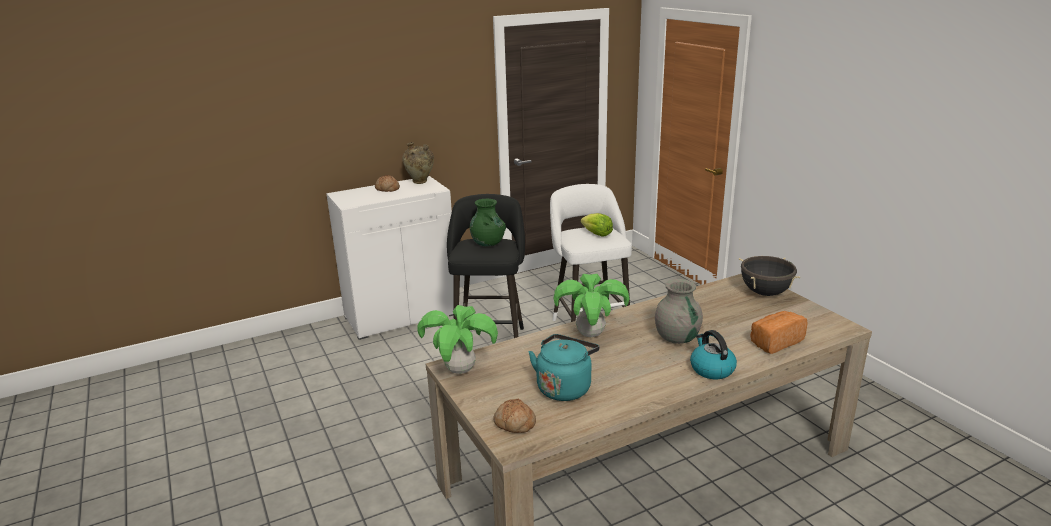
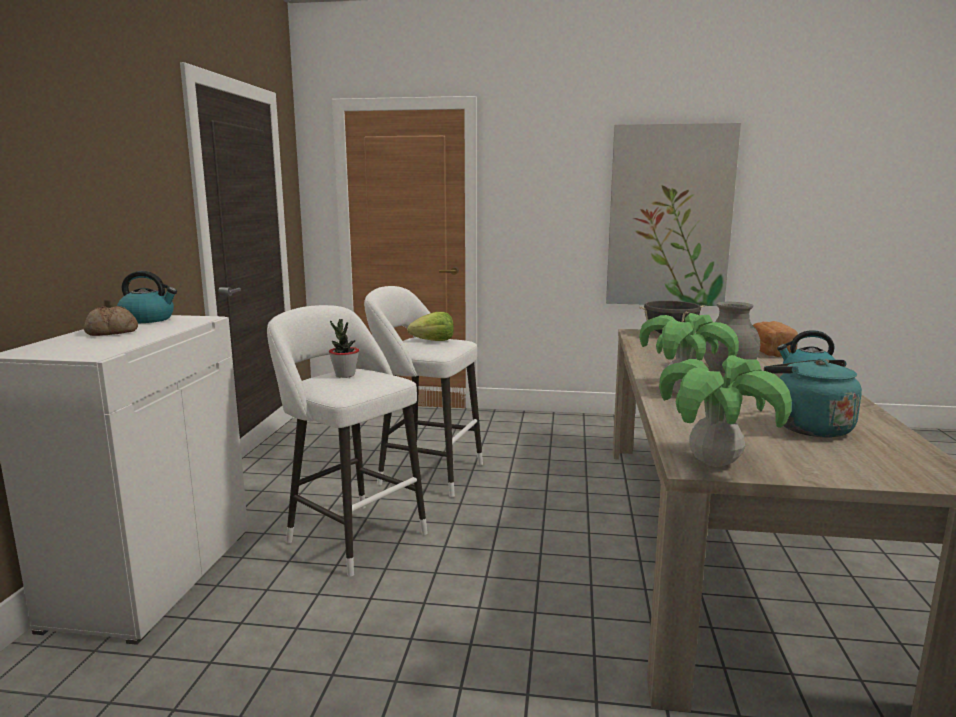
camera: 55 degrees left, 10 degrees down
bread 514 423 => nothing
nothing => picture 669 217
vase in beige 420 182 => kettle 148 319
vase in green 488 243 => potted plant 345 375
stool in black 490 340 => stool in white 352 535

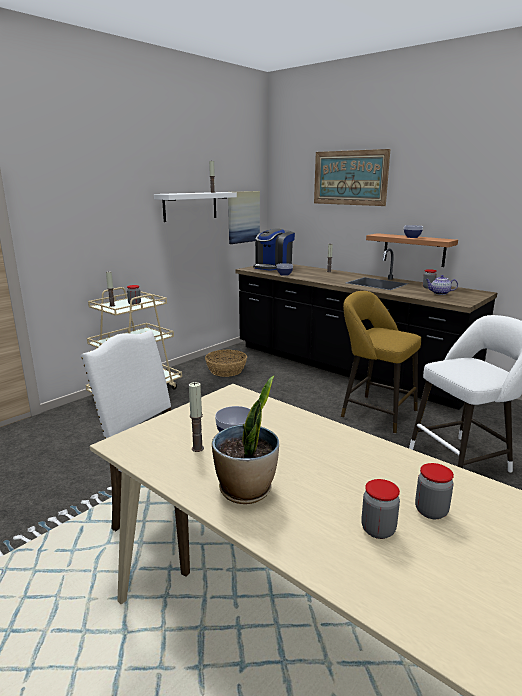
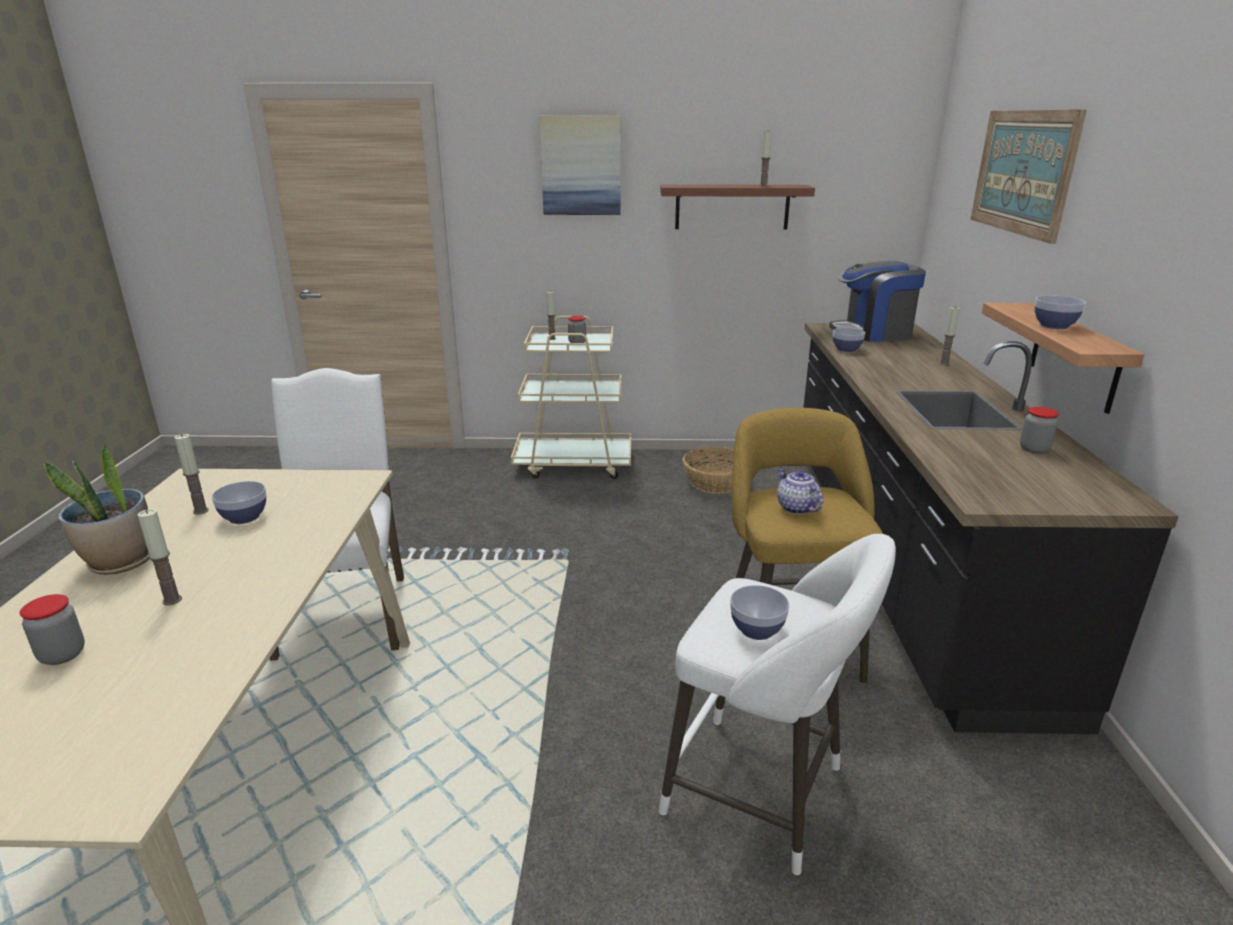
camera: 50 degrees right, 5 degrees up
jar 431 511 => nothing
nothing => candle 172 600
nothing => bowl 756 629
picture 243 217 => picture 581 166, shifted
teapot 439 293 => teapot 795 507, shifted
shelf in white 190 206 => shelf in brown 732 207

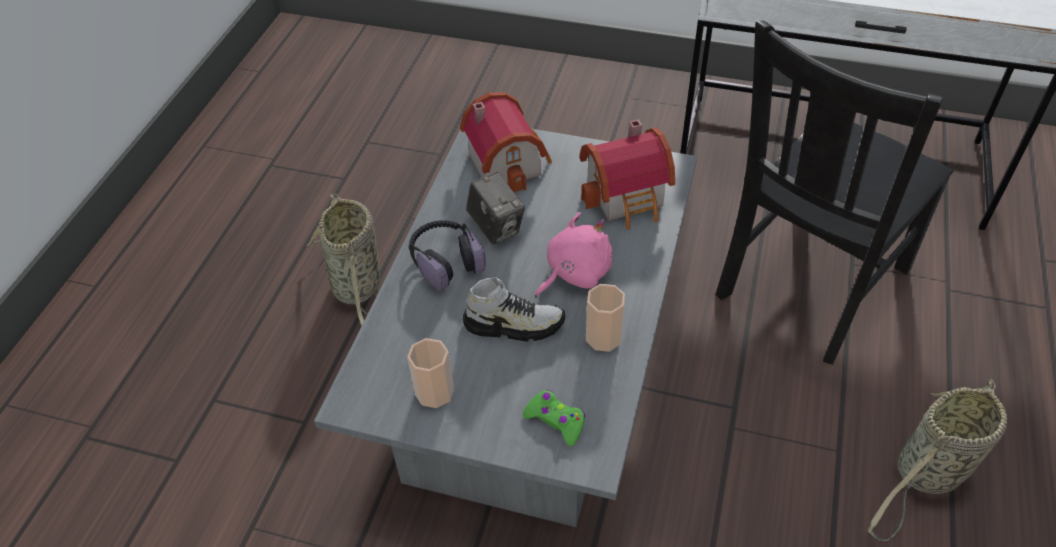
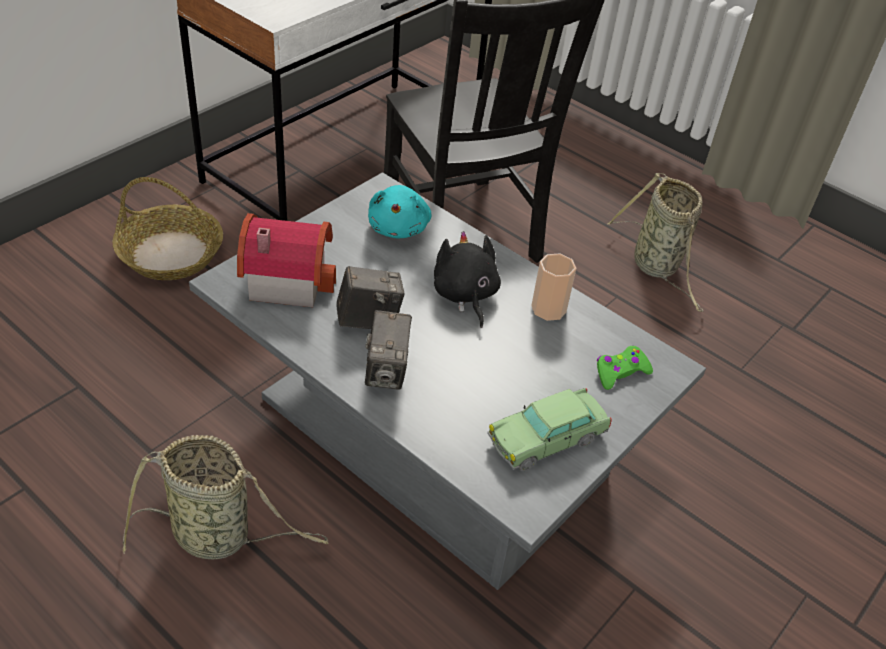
camera: 70 degrees left, 5 degrees down
shoe 514 325 => nothing
nothing => basket 172 254
cup 434 392 => toy car 546 439
headphones 446 261 => photo camera 387 371
toy house 628 197 => plush toy in turquoise 399 227
plush toy in pink 574 273 => plush toy in black 465 295

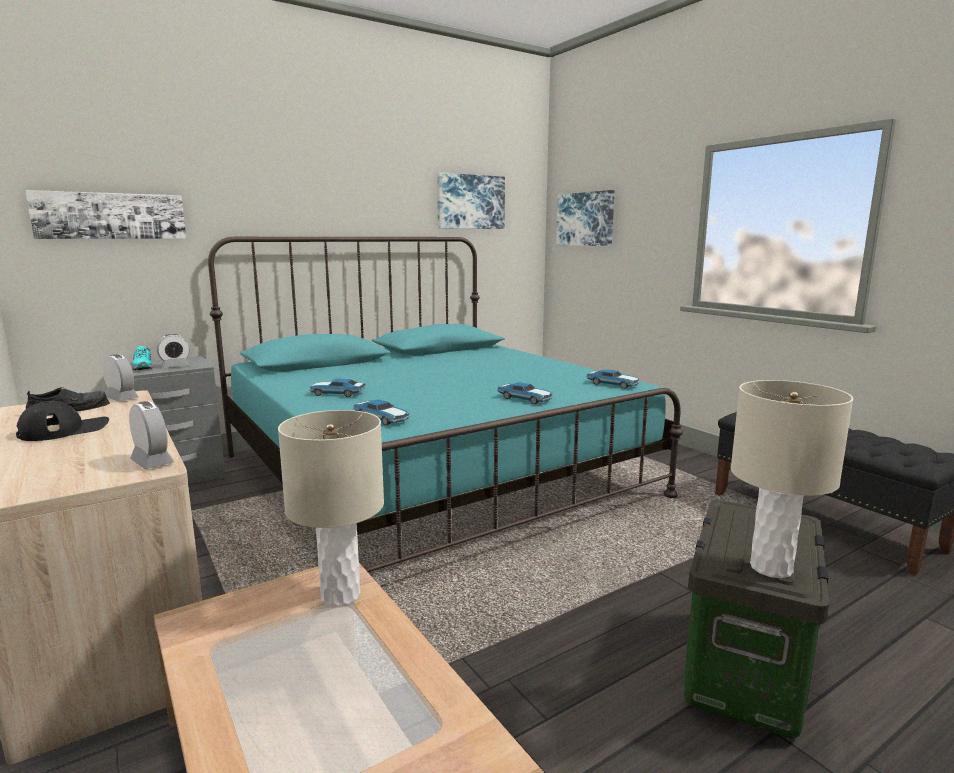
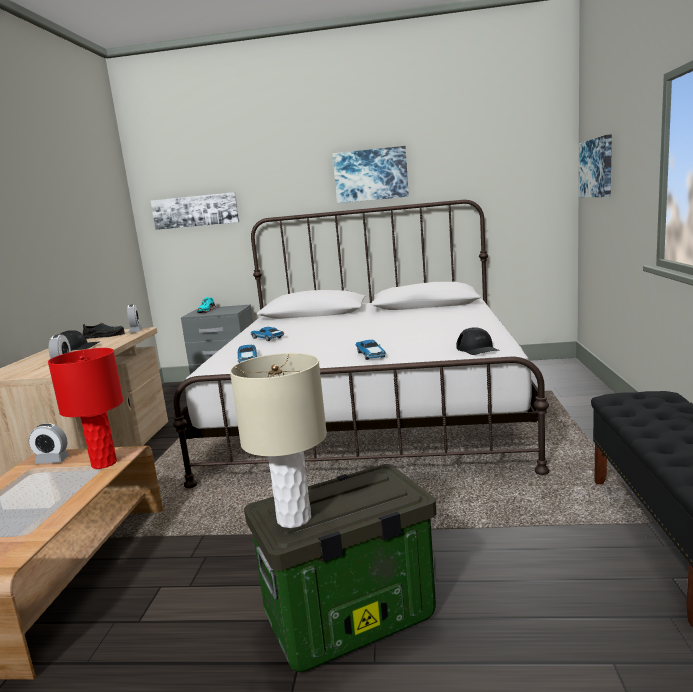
camera: 40 degrees right, 0 degrees up
alarm clock 175 366 => alarm clock 52 460, shifted
picture 470 202 => picture 370 175, shifted
toy car 613 384 => cap in black 477 349
bed in turquoise 431 475 => bed in white 370 413
table lamp in beige 340 596 => table lamp in red 103 463

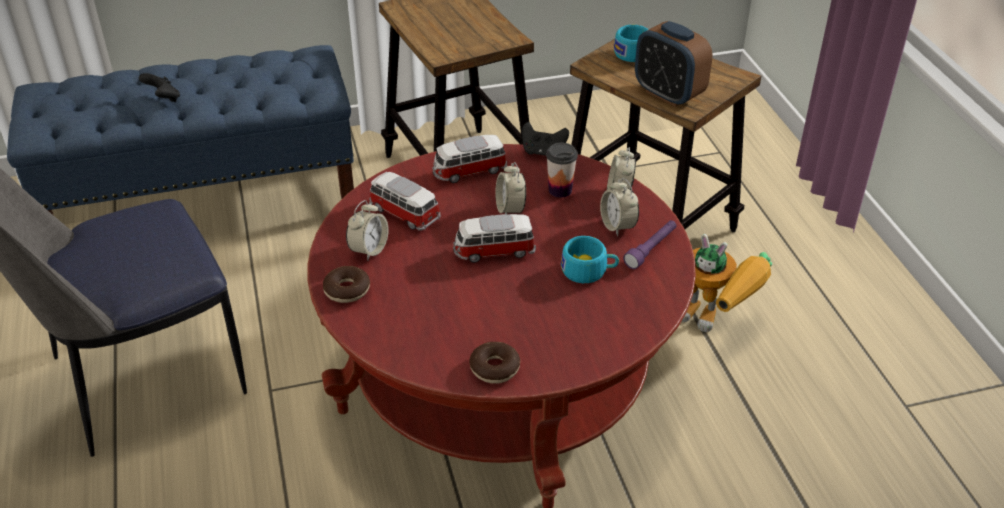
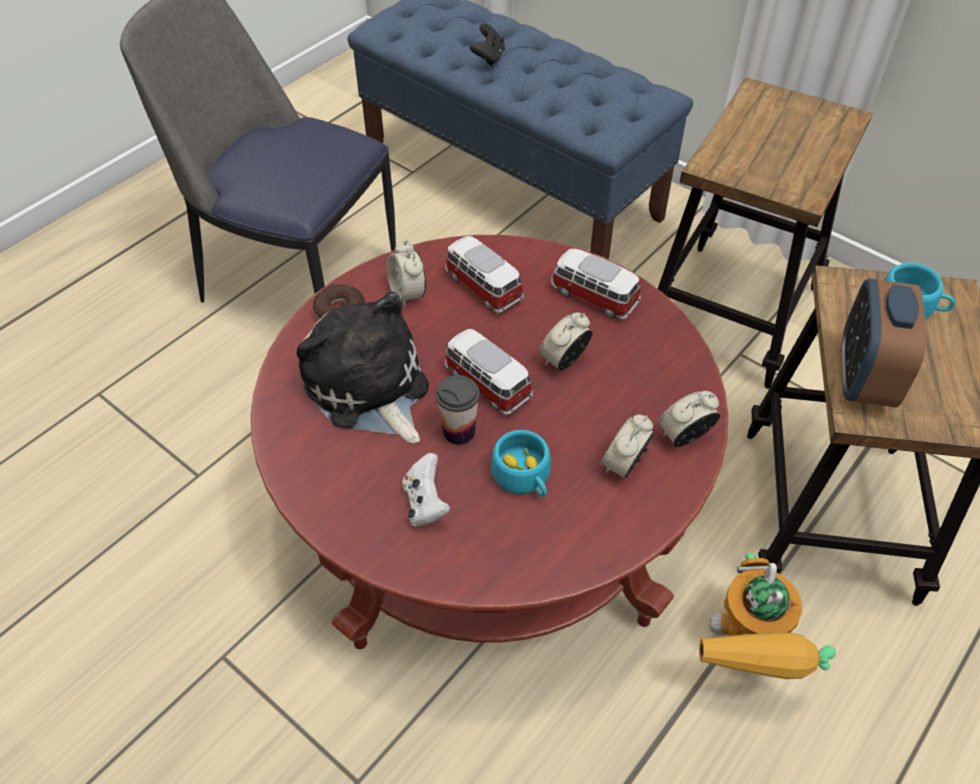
camera: 55 degrees right, 10 degrees up
donut 494 368 => nothing
game controller in black 543 152 => nothing
flashlight in purple 651 249 => nothing
nothing => plush toy 368 389
nothing => game controller in white 425 503
cup 560 190 => cup 459 432, shifted
alarm clock 369 250 => alarm clock 407 294, 75 degrees clockwise
toy car 403 213 => toy car 482 287, 45 degrees counterclockwise

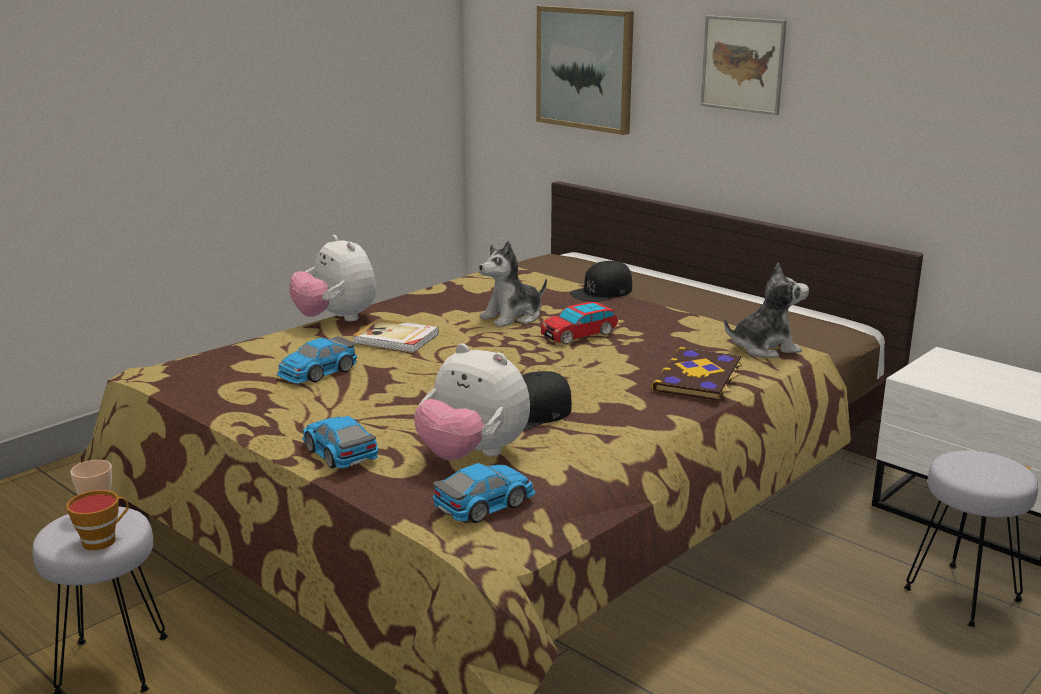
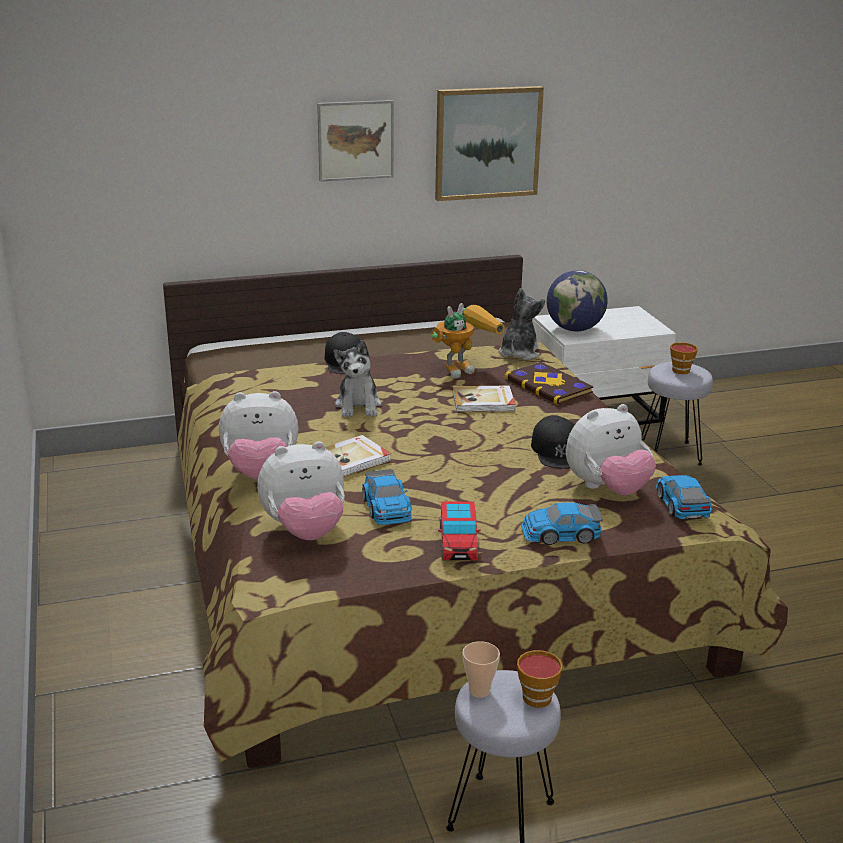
camera: 60 degrees left, 5 degrees up
nothing => plush toy 305 531
nothing => toy robot 464 368
nothing => book 484 402
nothing => globe 574 329
nothing => cup 681 371
picture 585 68 => picture 487 143, shifted
toy car 579 335 => toy car 458 542, shifted

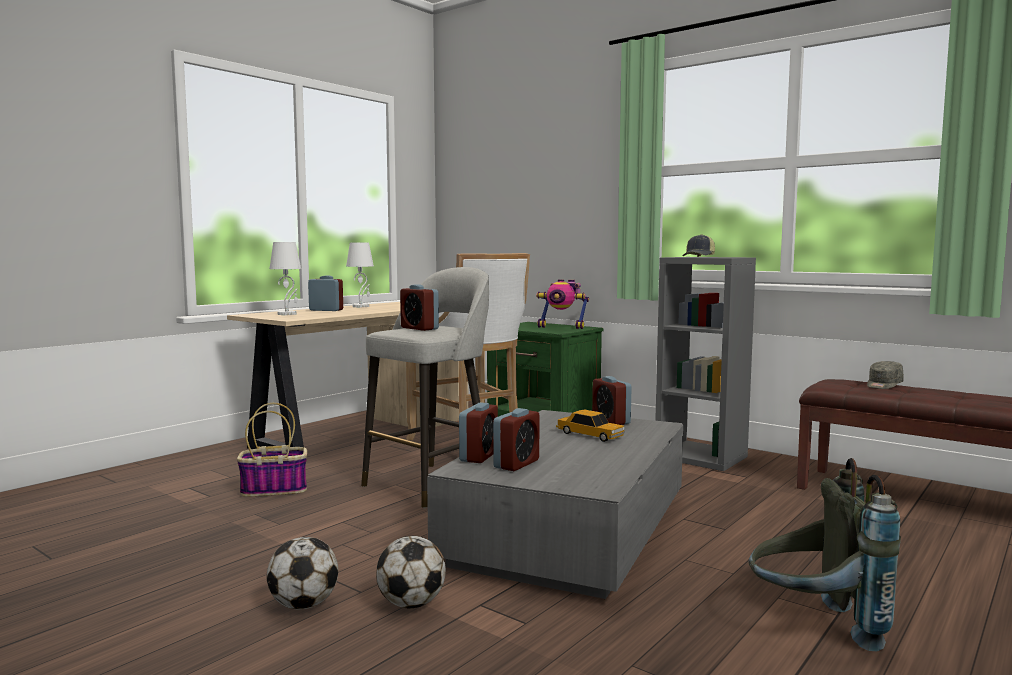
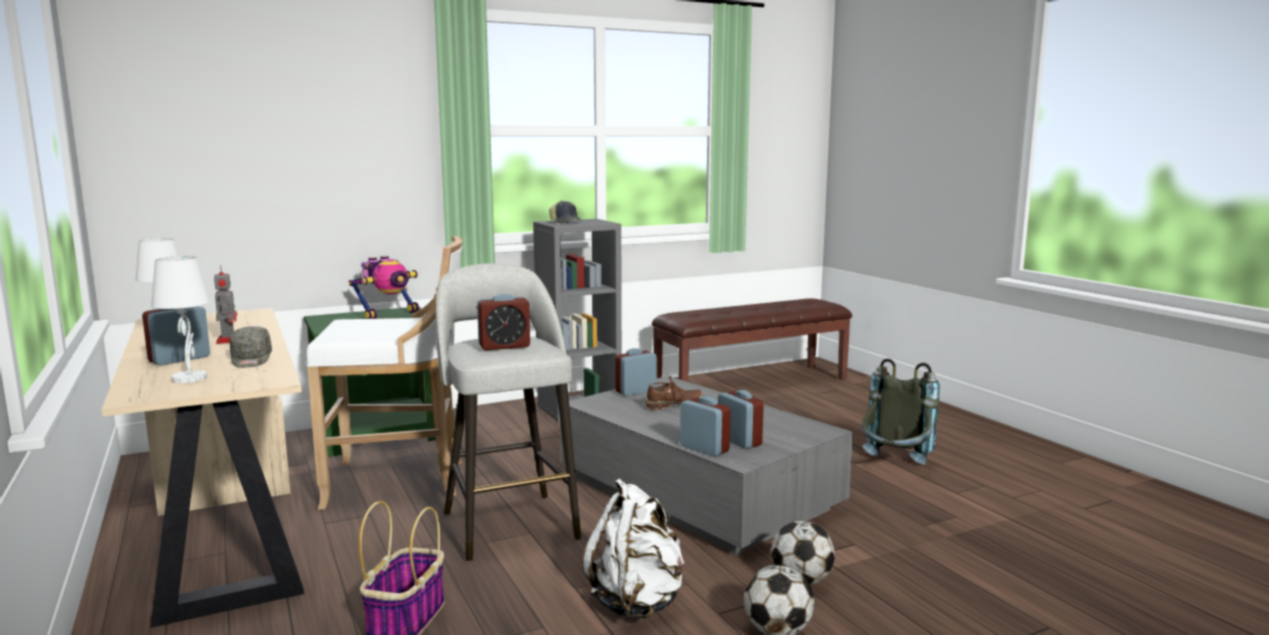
camera: 65 degrees left, 5 degrees up
nothing => toy robot 228 340
nothing => backpack in white 637 602
cap in grey 883 385 => cap in grey 251 360, shifted
toy car 590 435 => shoe in brown 674 405
alarm clock 611 421 => alarm clock 636 391, 150 degrees clockwise

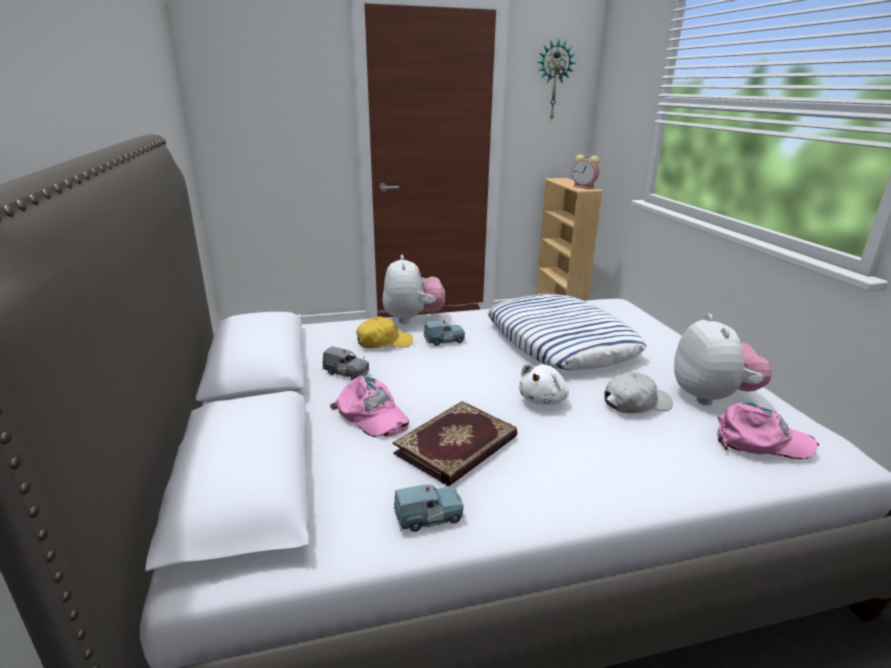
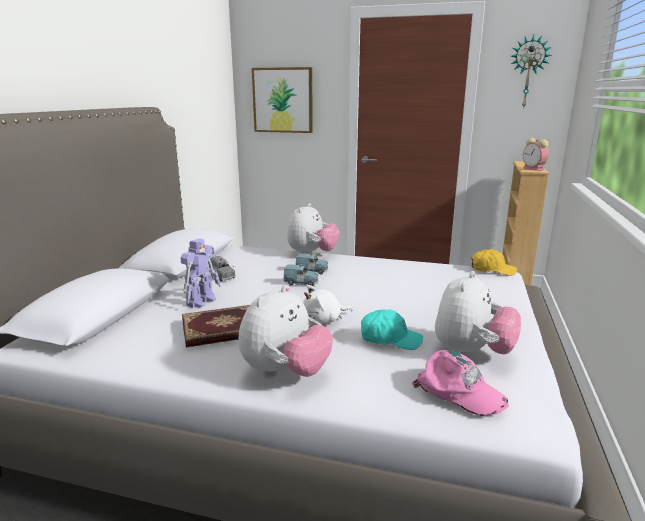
camera: 30 degrees right, 5 degrees down
pillow 559 341 => nothing
nothing => plush toy 285 373
nothing => picture 283 100
cap in yellow 384 342 => cap in yellow 492 270, shifted
toy car in blue 429 517 => toy car in blue 301 283, shifted
cap in pink 371 415 => toy robot 202 301
cap in white 636 403 => cap in turquoise 390 339

